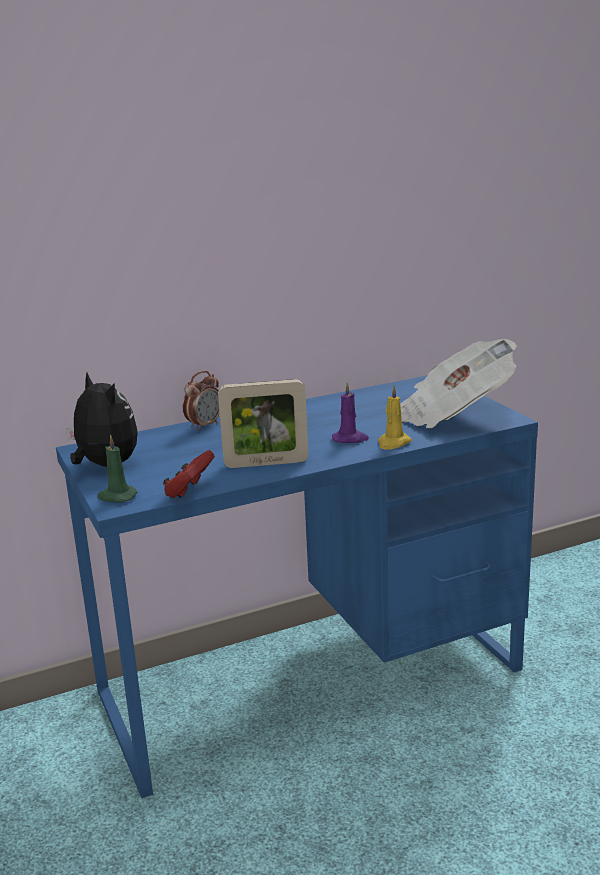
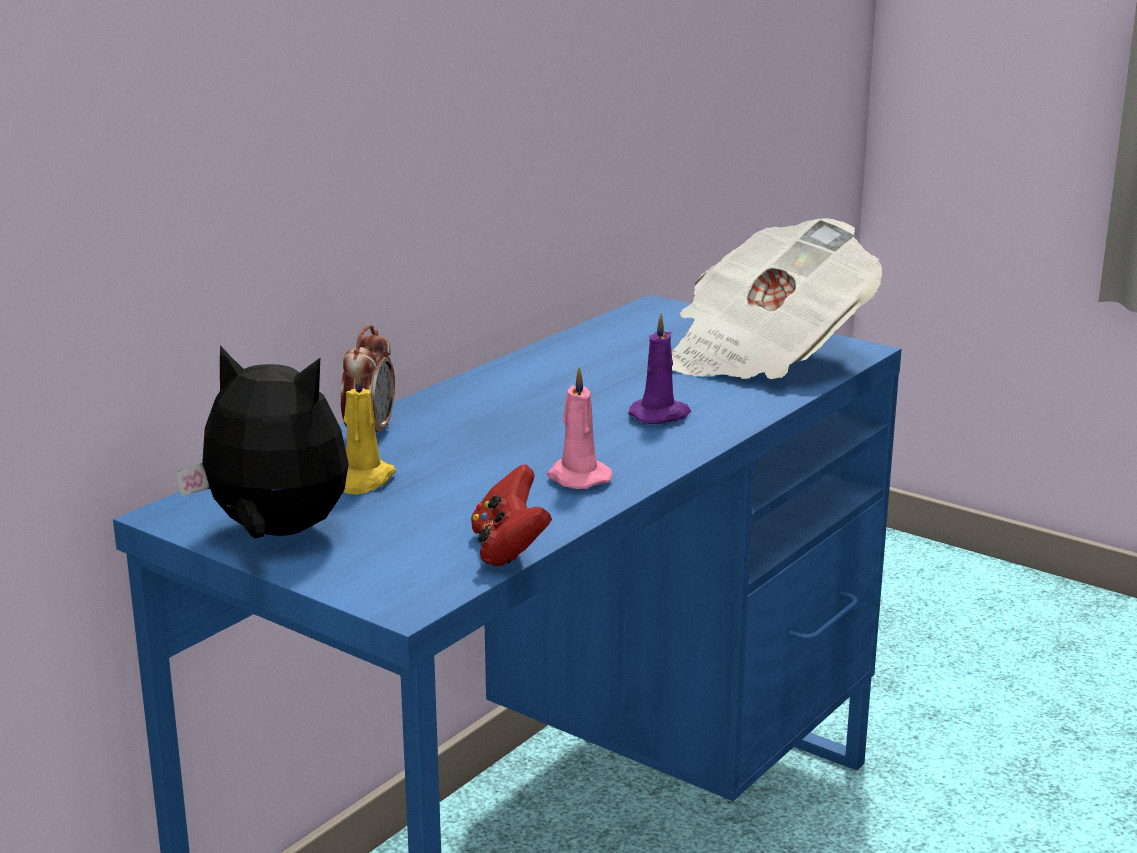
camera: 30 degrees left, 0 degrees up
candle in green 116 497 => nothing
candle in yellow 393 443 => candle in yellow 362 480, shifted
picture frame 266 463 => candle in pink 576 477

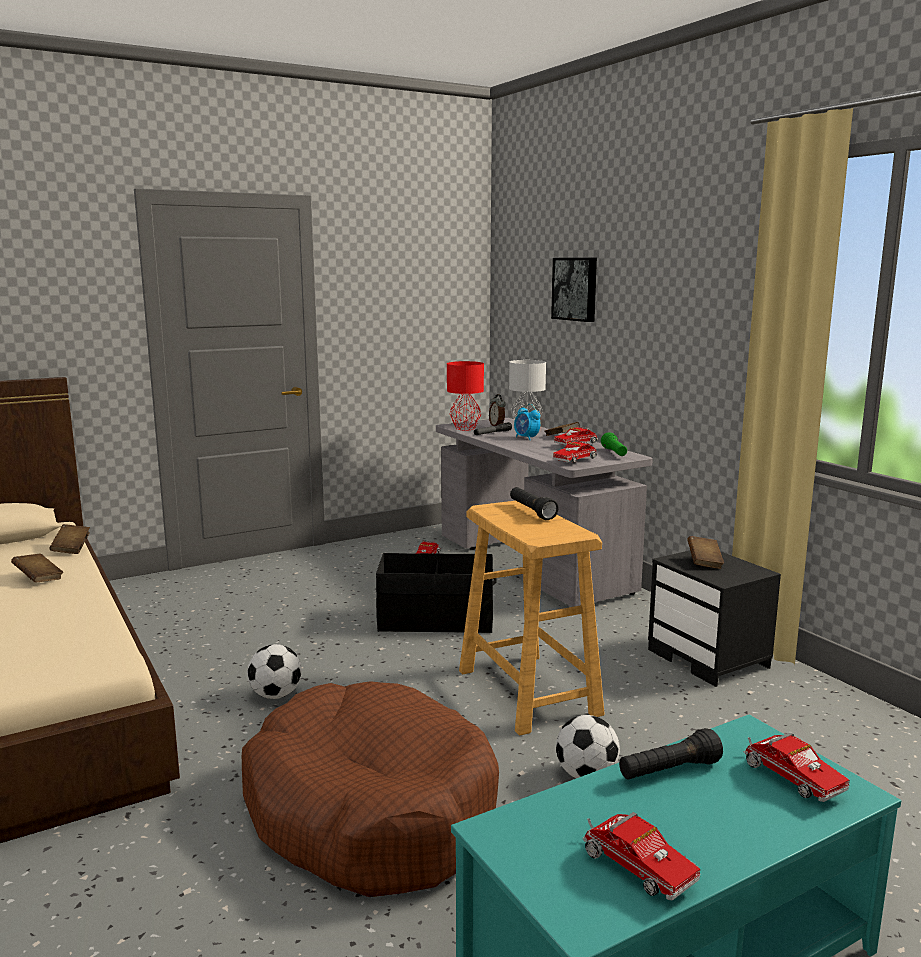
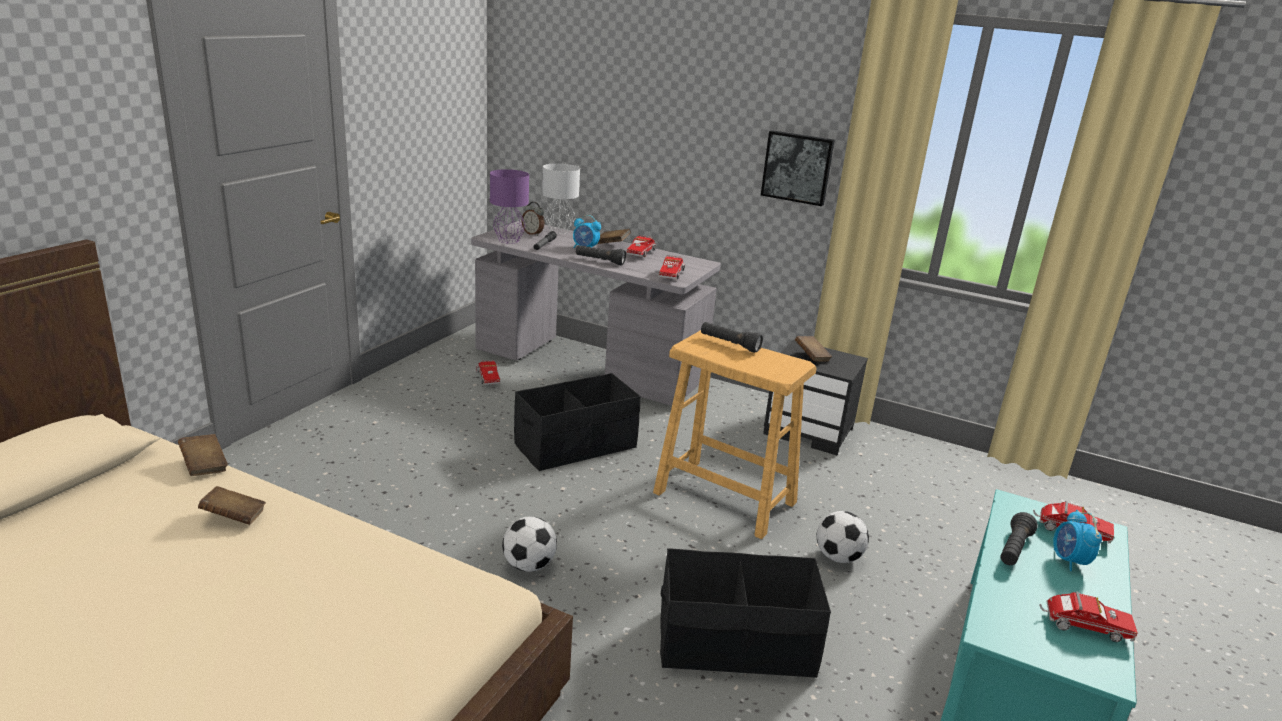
camera: 35 degrees left, 10 degrees up
flashlight in green 614 453 => nothing
nothing => flashlight in black 600 261
nothing => alarm clock 1069 561
picture 576 289 => picture 797 167, shifted
dog bed in brown 370 811 => storage box in black 735 644
table lamp in red 466 428 => table lamp in purple 509 240

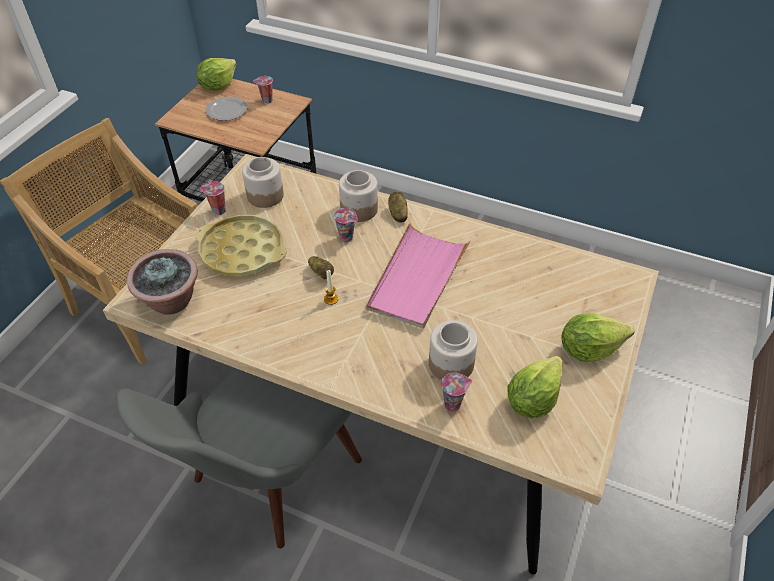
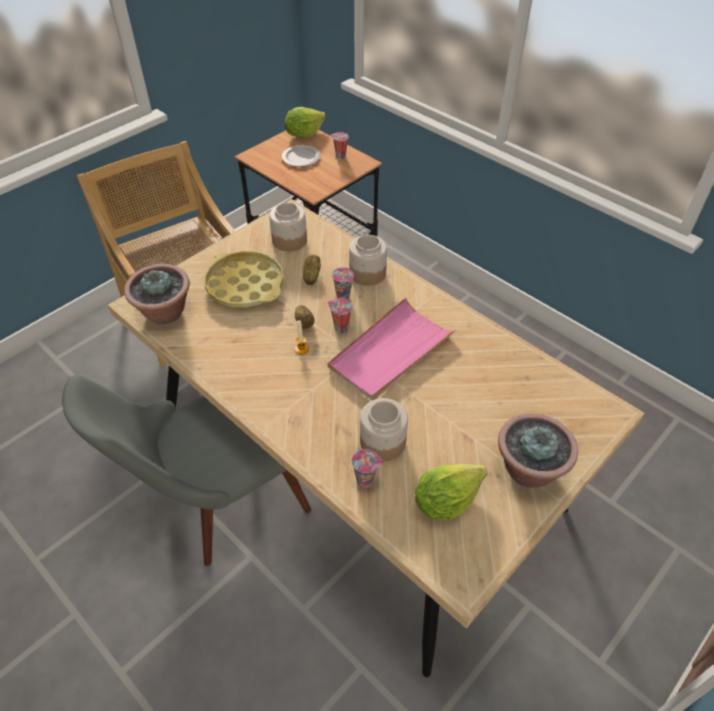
camera: 20 degrees right, 0 degrees up
cup 218 211 => cup 340 328, shifted
potato 397 214 => potato 311 276, shifted
lettuce 589 349 => potted plant 528 469

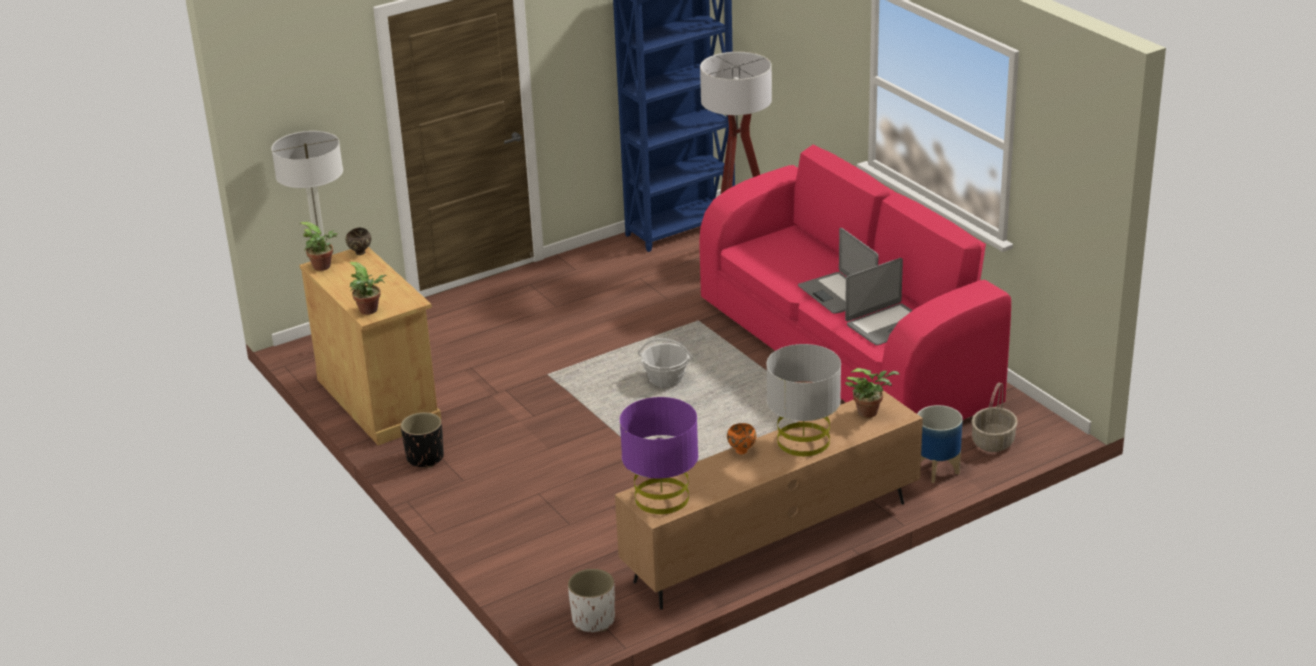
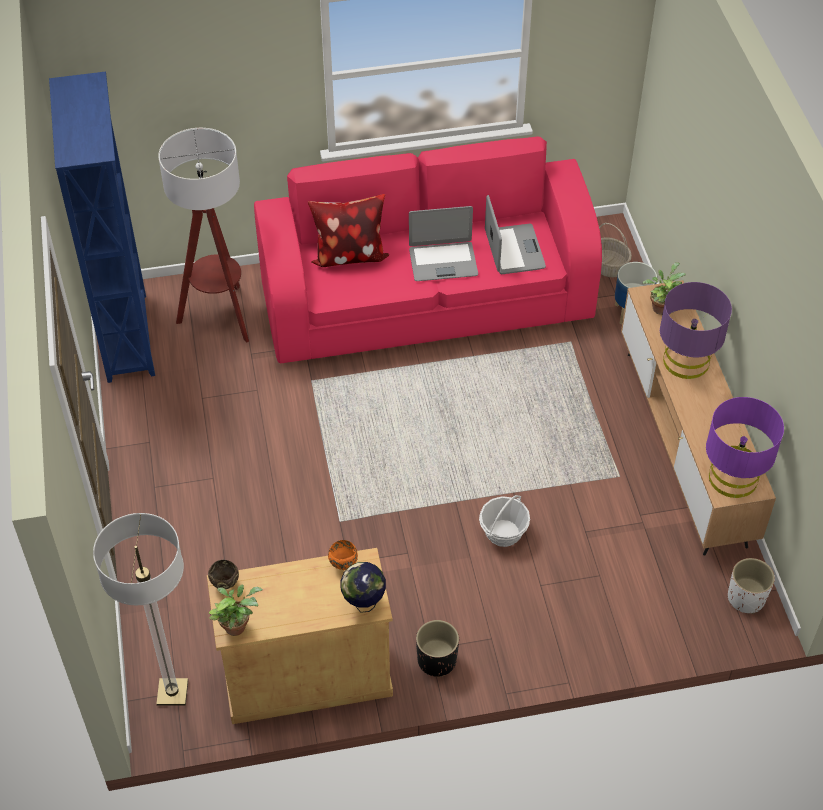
camera: 70 degrees left, 20 degrees up
nothing => pillow 349 255
basket 666 379 => basket 503 533, shifted
bowl in orange 742 450 => bowl in orange 343 564, shifted
potted plant 370 311 => globe 363 603
table lamp in grey 803 441 => table lamp in purple 686 361

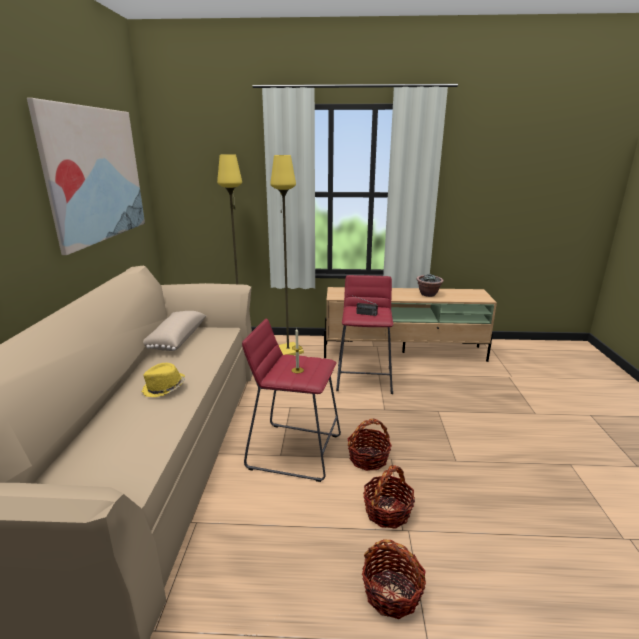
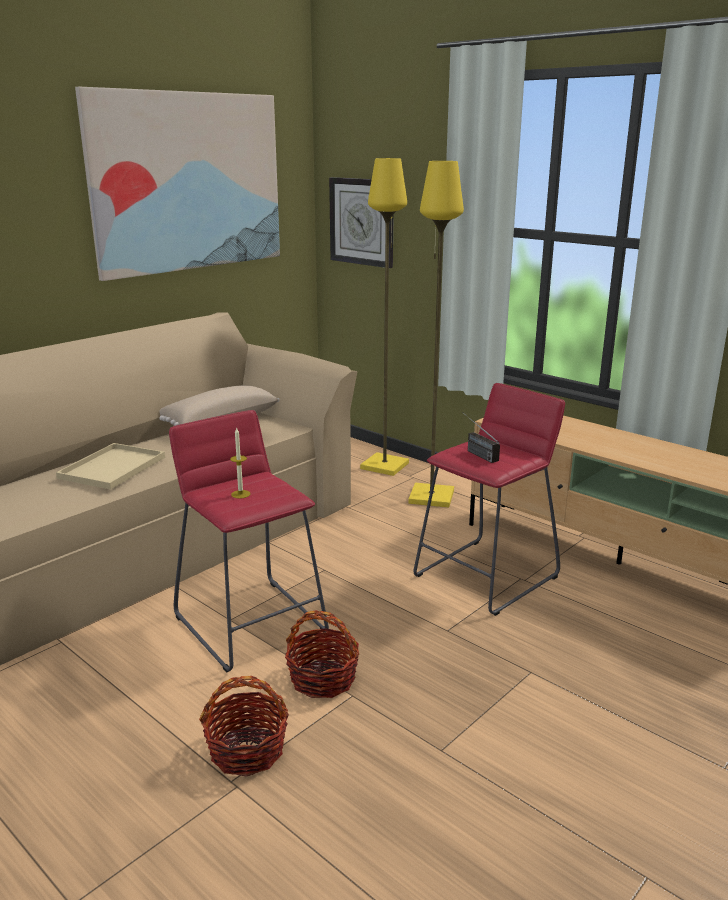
camera: 40 degrees right, 0 degrees up
basket 392 593 => nothing
potted plant 428 294 => nothing
nothing => wall clock 362 221
hat in yellow 164 388 => tray in beige 112 468

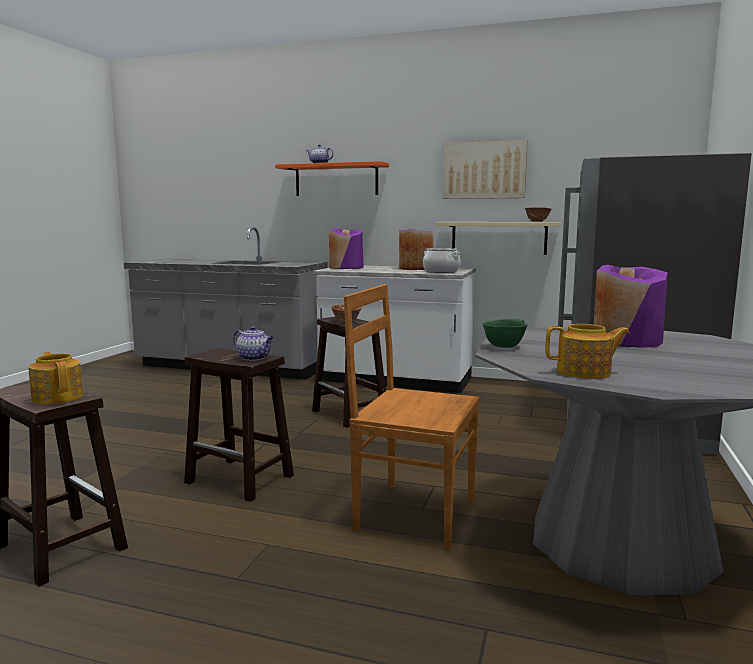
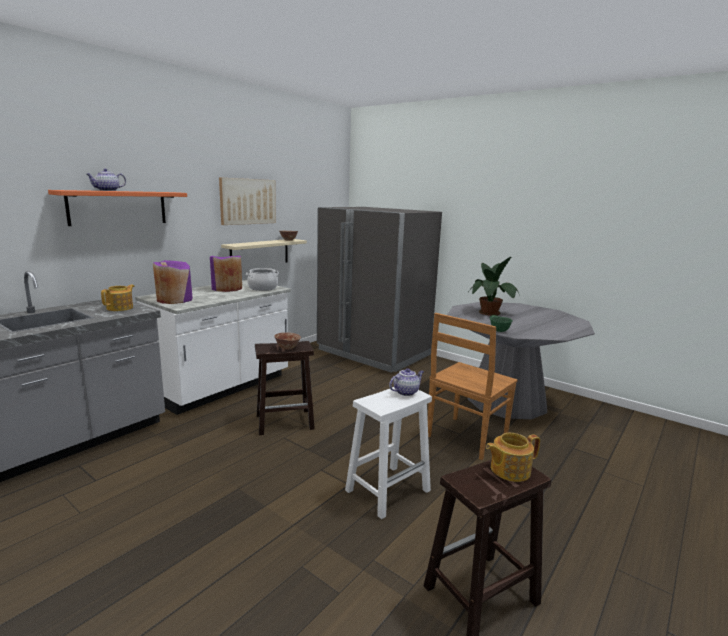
camera: 70 degrees left, 5 degrees up
teapot 585 372 => teapot 120 308, shifted
vase in purple 626 341 => potted plant 490 313
stool in brown 241 479 => stool in white 388 490

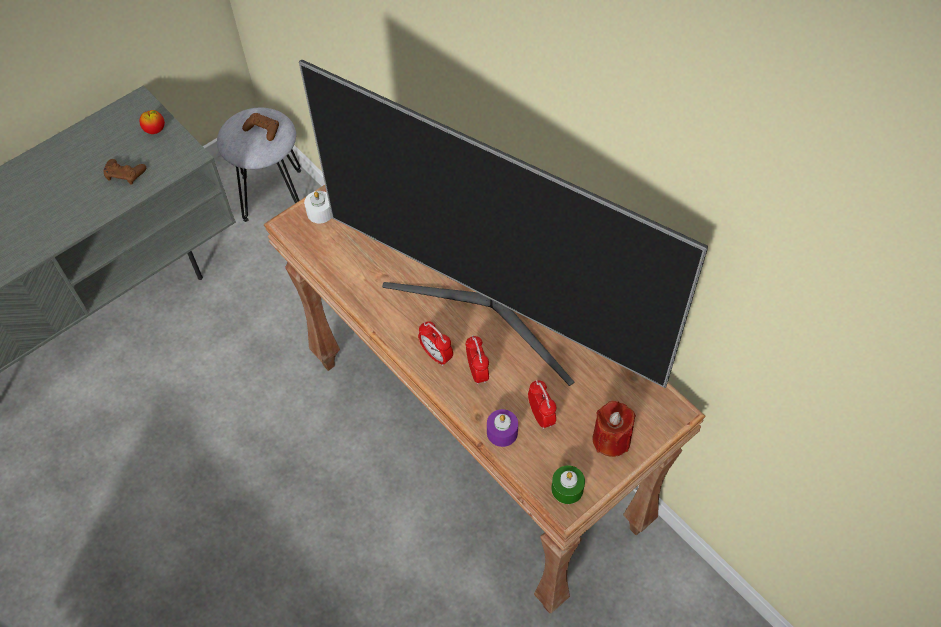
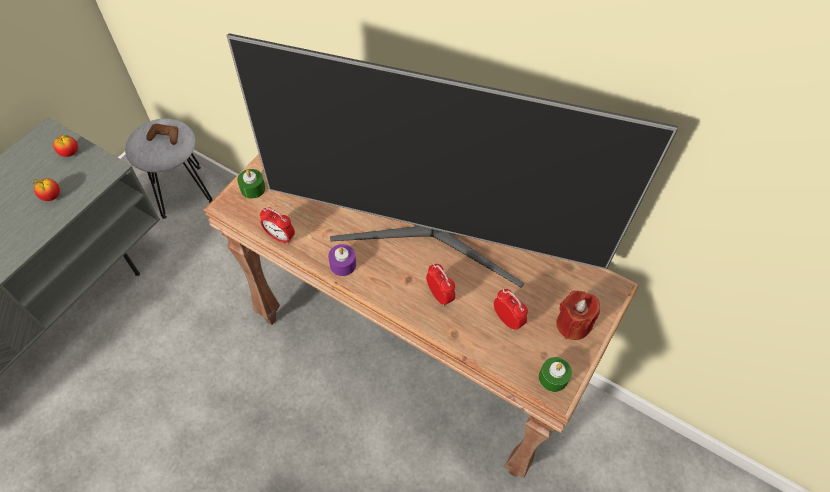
camera: 20 degrees left, 0 degrees up
alarm clock 436 355 => alarm clock 280 237, shifted
candle in purple 502 432 => candle in purple 343 264, shifted
game controller in brown 125 174 => apple 52 196
candle in white 320 212 => candle in green 253 188

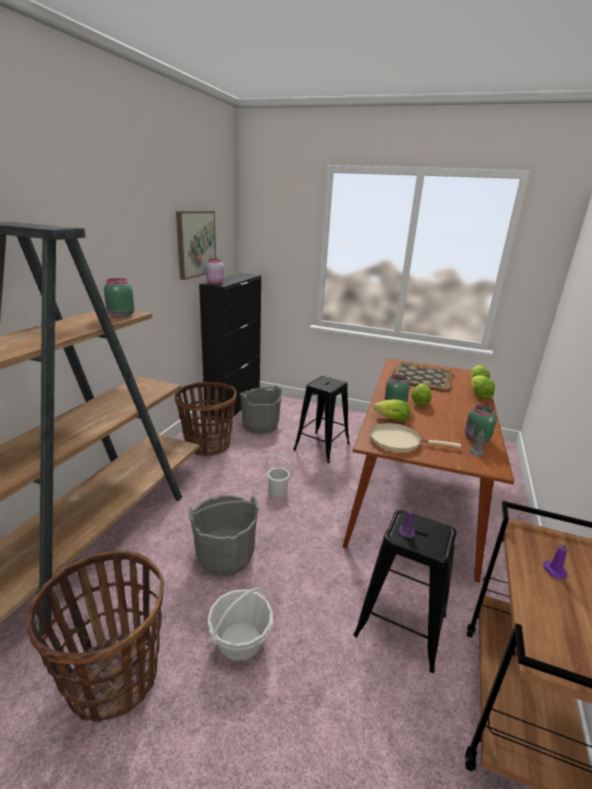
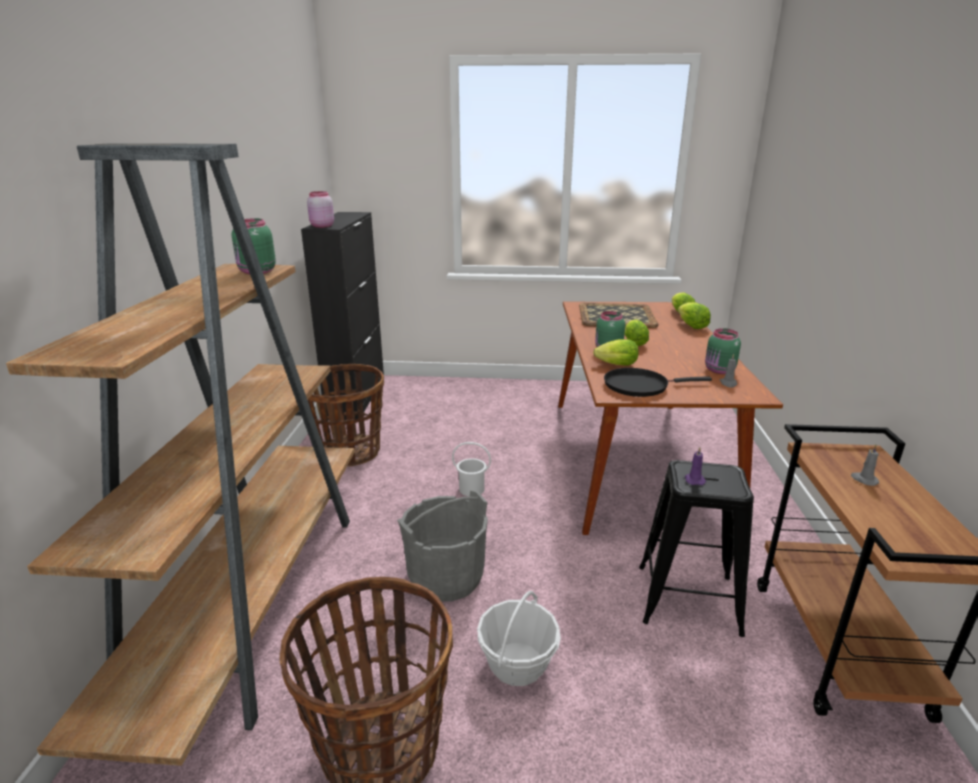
camera: 15 degrees left, 0 degrees up
picture 195 244 => nothing
bucket in grey 260 425 => nothing
stool in black 321 447 => nothing
frying pan in beige 398 441 => frying pan in black 640 386
candle in purple 553 570 => candle in grey 864 480

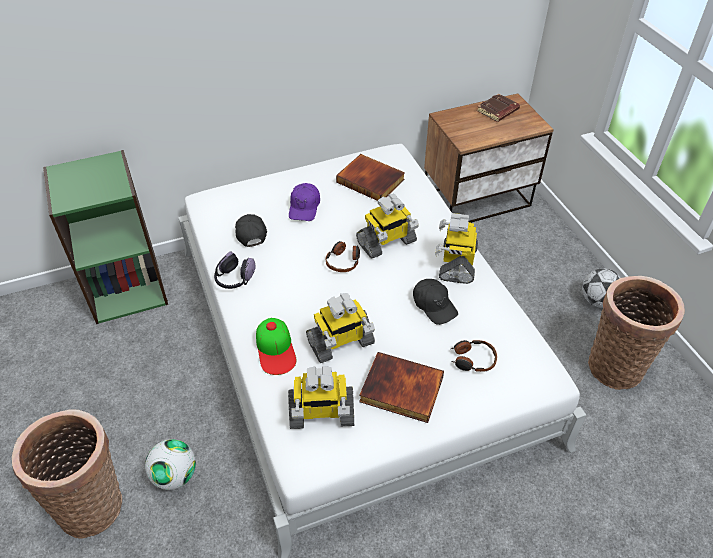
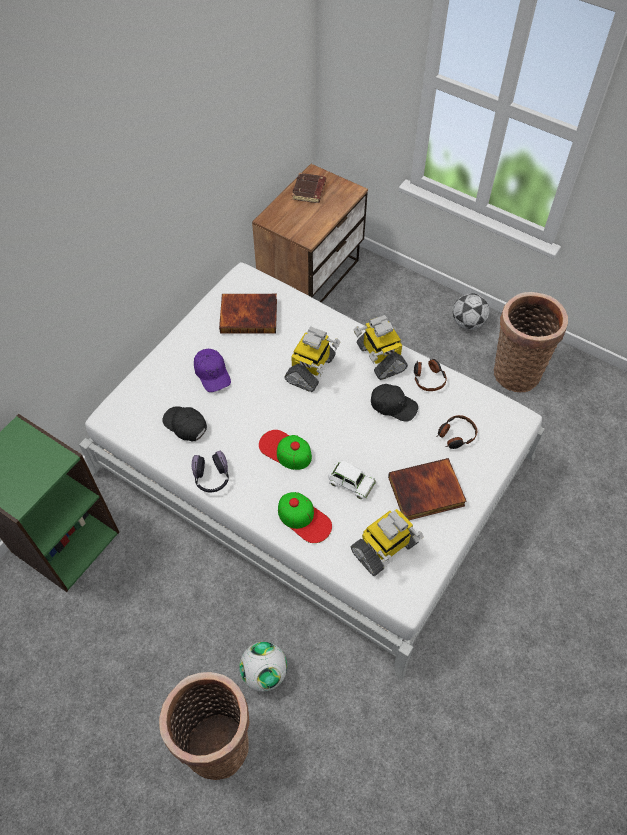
camera: 35 degrees left, 10 degrees up
nothing => cap 285 450
headphones 343 261 => headphones 428 378, shifted
toy robot 340 343 => toy car in white 350 482

